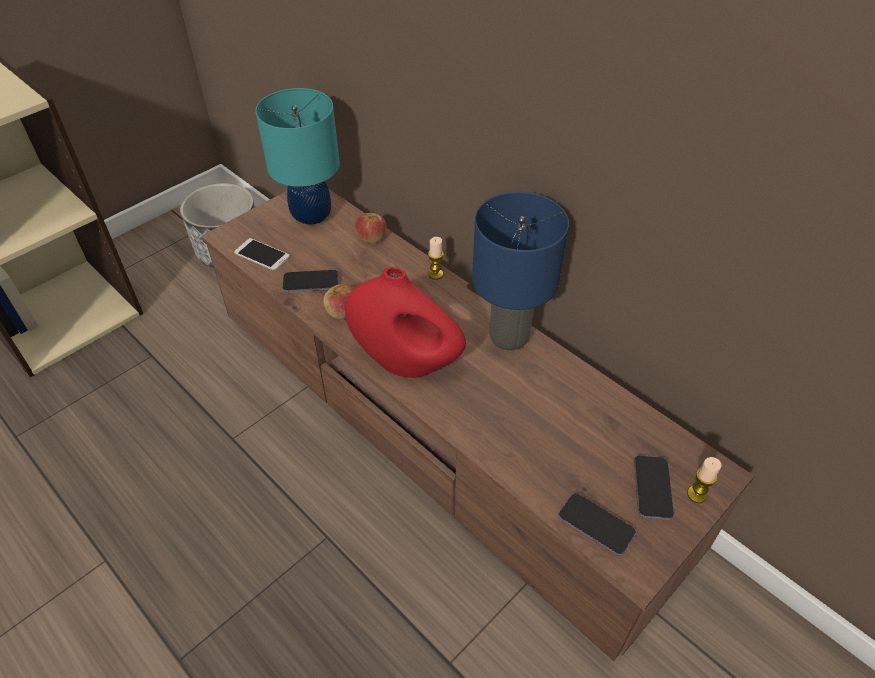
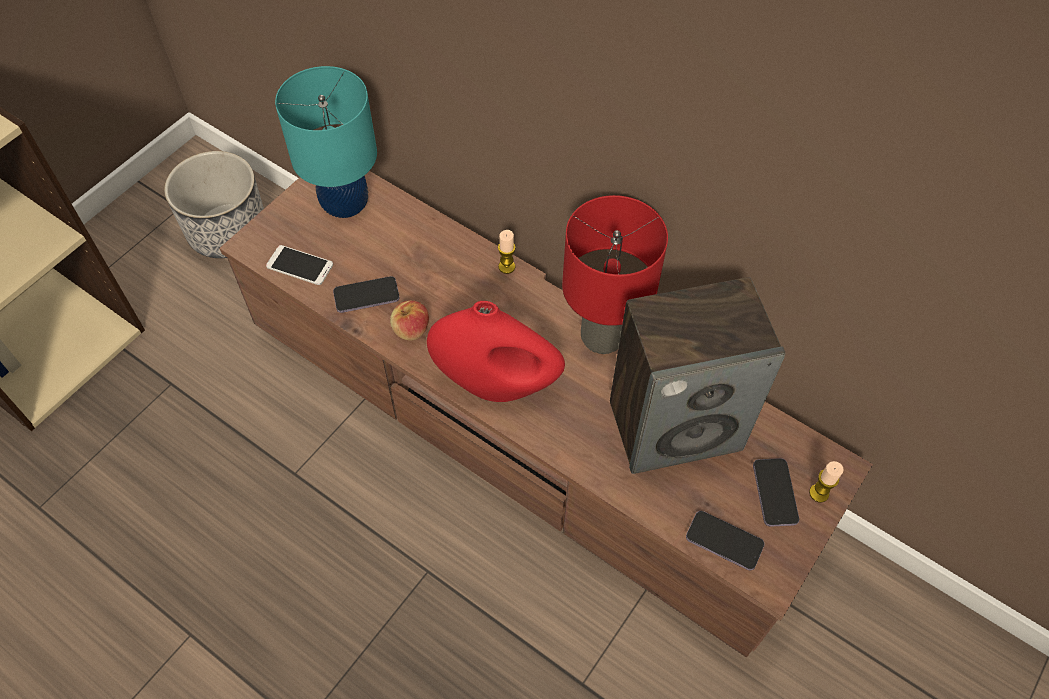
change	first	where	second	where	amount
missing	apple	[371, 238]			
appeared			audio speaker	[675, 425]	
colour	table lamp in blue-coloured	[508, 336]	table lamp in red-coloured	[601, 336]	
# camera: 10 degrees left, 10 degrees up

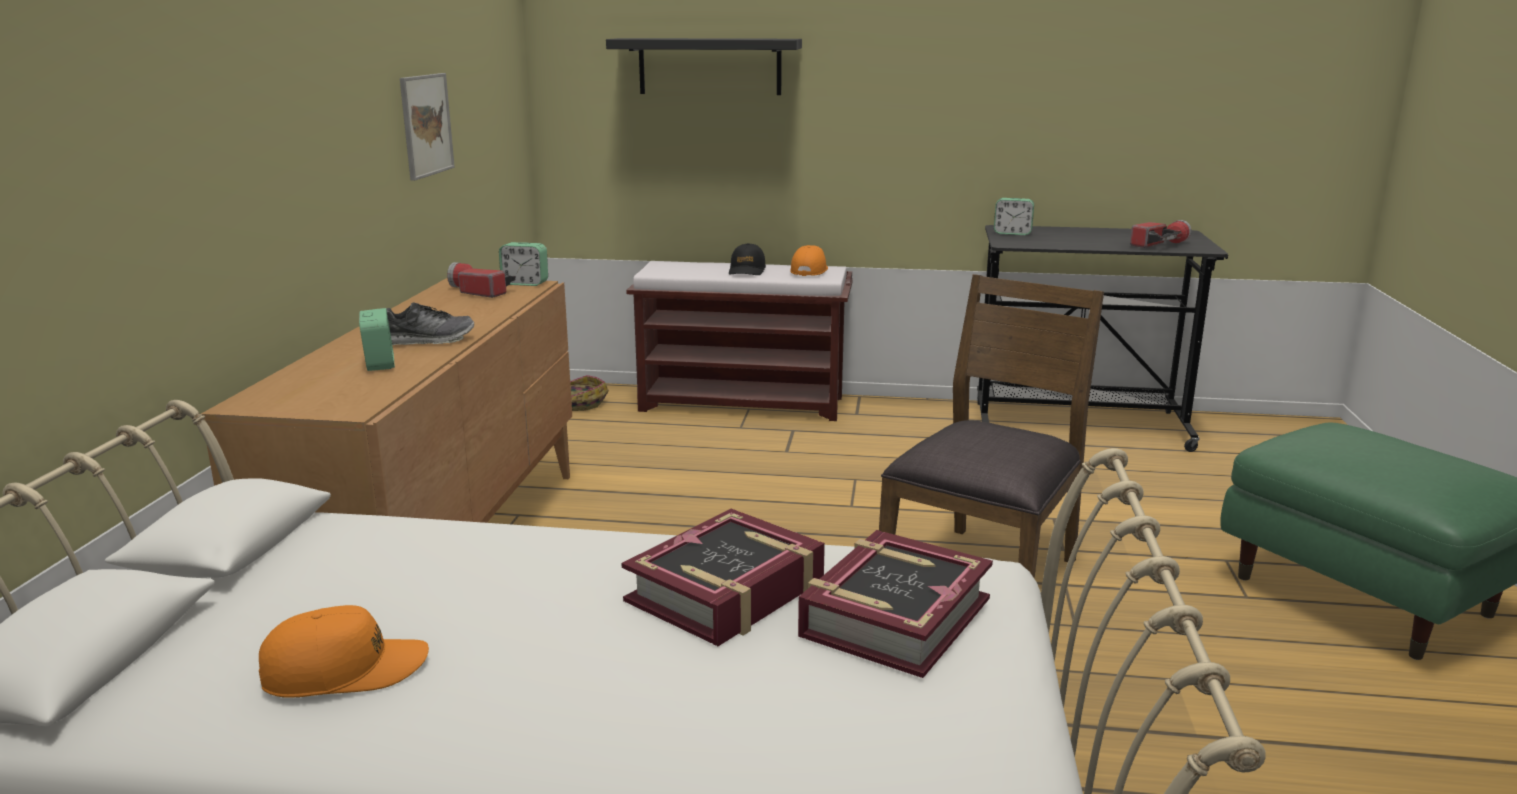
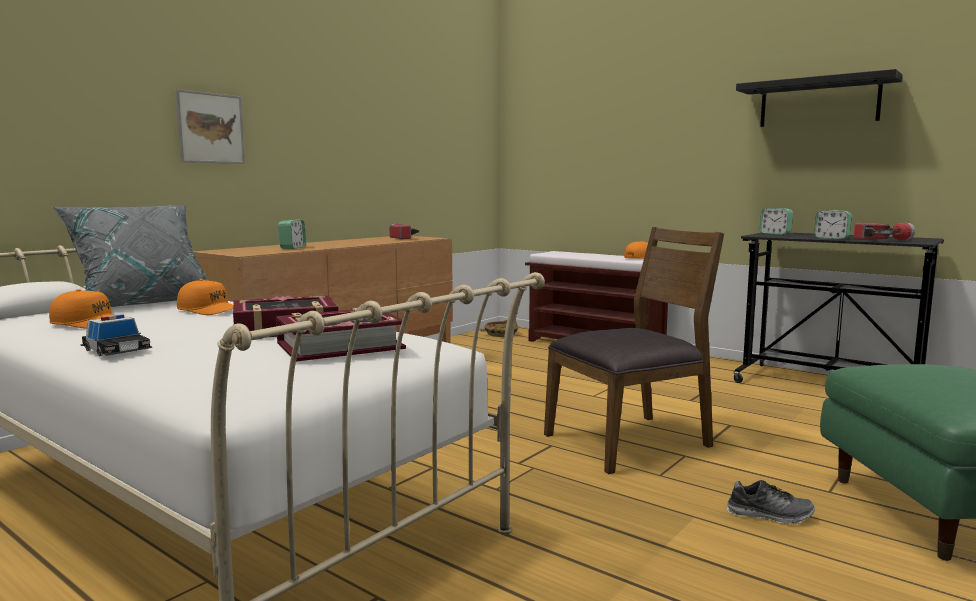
change	first	where	second	where	amount
missing	cap in blackish	[747, 270]			
appeared			pillow in grey	[143, 302]	
appeared			model car	[116, 350]	
appeared			cap in orange	[209, 310]	
relocated	shoe	[428, 341]		[769, 515]	
relocated	wall art	[426, 125]		[210, 128]	
relocated	alarm clock	[525, 283]		[831, 238]	
relocated	shelf in blackish	[710, 66]		[818, 102]	
# camera: 30 degrees right, 10 degrees down

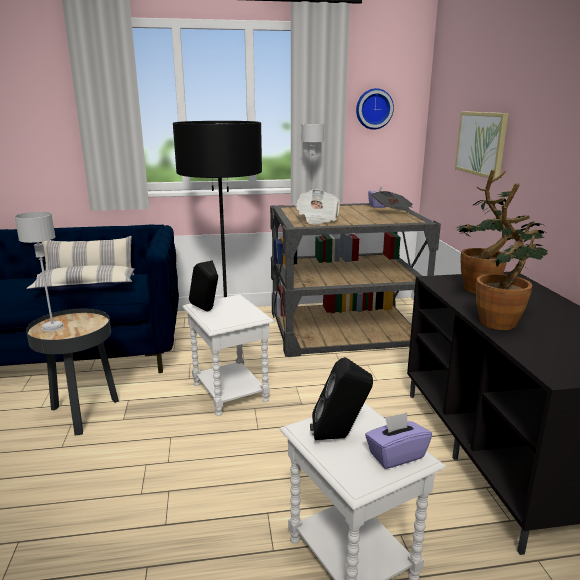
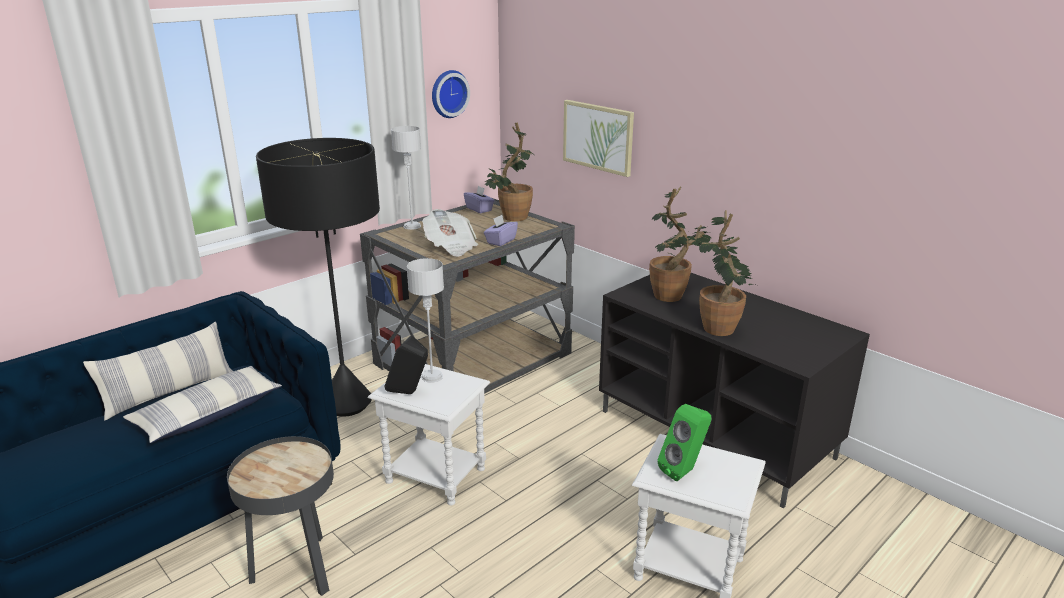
change	first	where	second	where	amount
relocated	table lamp in grey	[53, 327]		[432, 376]	
relocated	box of tissues in purplish	[396, 455]		[500, 241]	
exchanged	daily paper	[392, 213]	plant in a pot	[510, 219]	
colour	audio speaker in blackish	[339, 437]	audio speaker in greenish	[684, 471]	
# camera: 35 degrees left, 5 degrees up

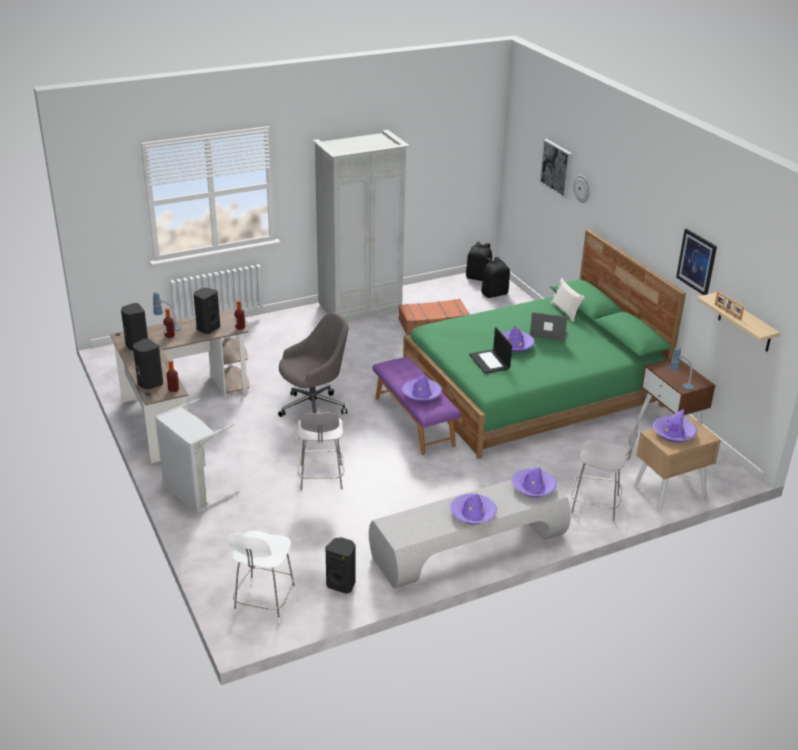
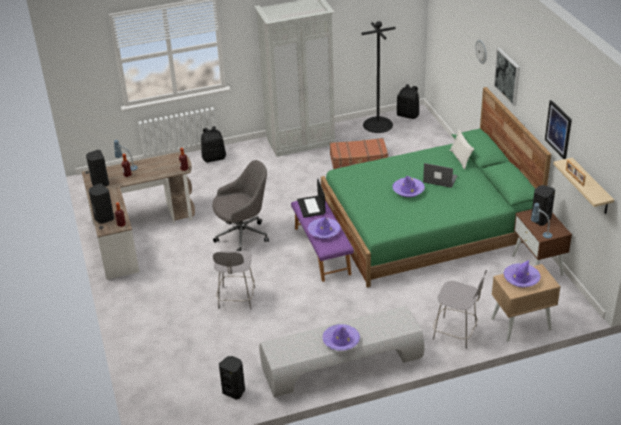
change	first	where	second	where	amount
missing	hamper in grey	[194, 492]			
missing	chair in white-coloured	[264, 603]			
missing	clothing hat in purplish	[533, 487]			
appeared			garment stand in blackish	[378, 125]	
relocated	audio speaker in blackish	[207, 328]		[540, 219]	
relocated	notebook computer	[490, 362]		[311, 207]	
relocated	backpack in blackish	[494, 293]		[214, 158]	
relocated	wall art	[556, 168]		[507, 76]	
# camera: 10 degrees right, 5 degrees up

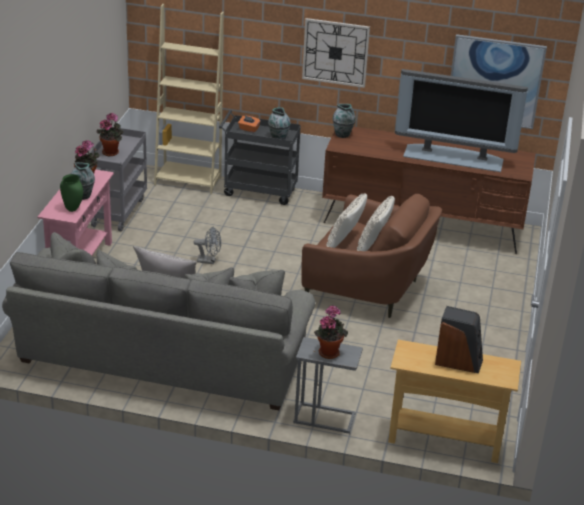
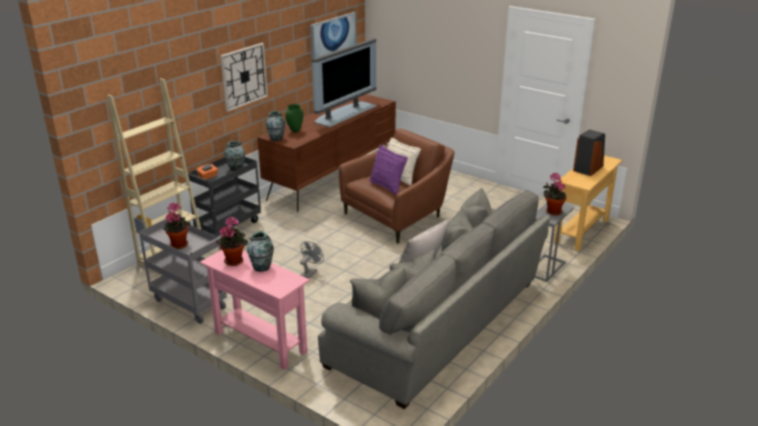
change	first	where	second	where	amount
relocated	vase in greenish	[73, 209]		[295, 131]	
colour	pillow in beige-coloured	[345, 242]	pillow in purplish	[388, 187]	
# camera: 65 degrees left, 5 degrees down

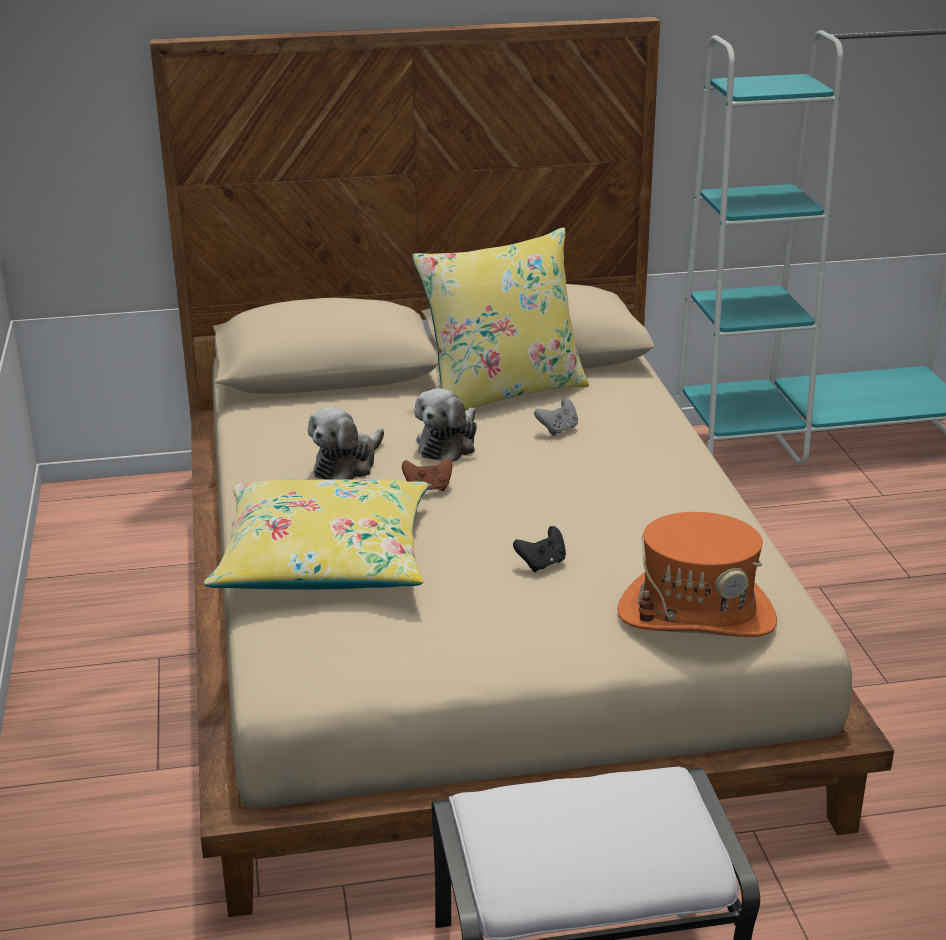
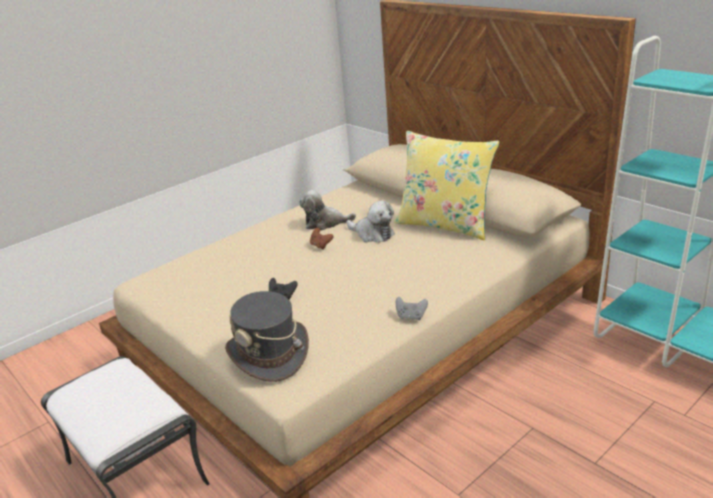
change	first	where	second	where	amount
missing	pillow in yellowish	[324, 559]			
relocated	joypad in grey	[558, 429]		[411, 316]	
colour	clothing hat in orange	[696, 615]	clothing hat in grey	[269, 354]	
spun	cuddly toy	[448, 444]		[372, 234]	135 degrees counterclockwise
# camera: 60 degrees right, 0 degrees up

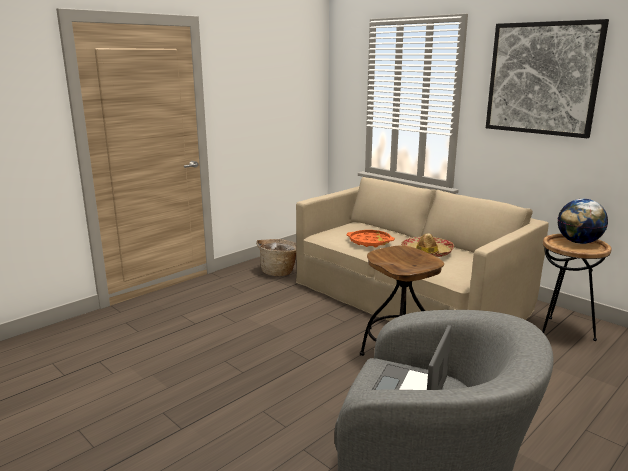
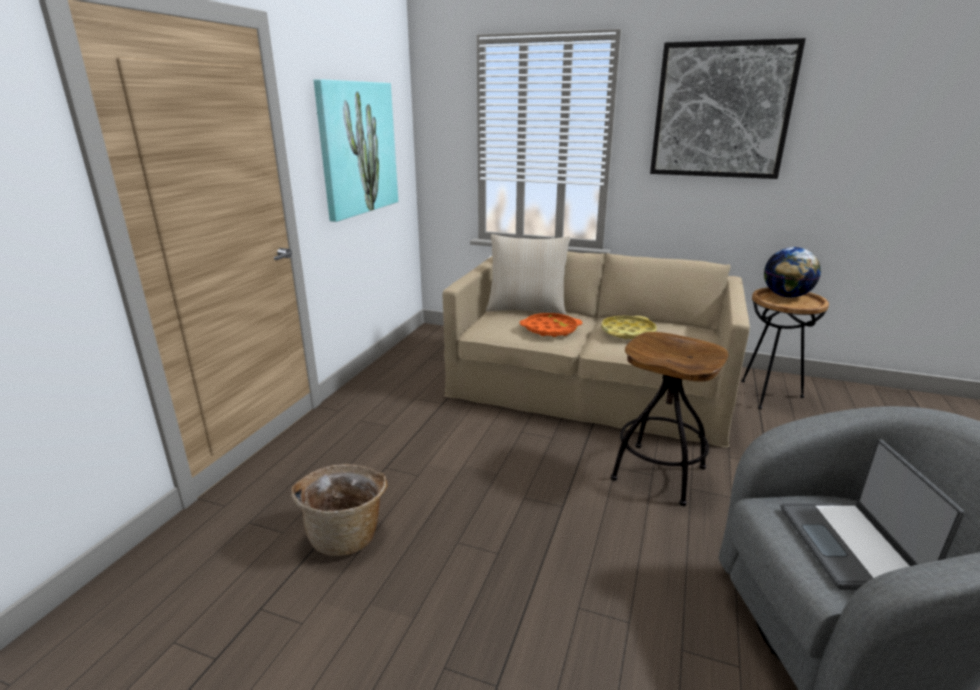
change	first	where	second	where	amount
appeared			wall art	[357, 148]	
appeared			pillow in beige-coloured	[526, 309]	
relocated	storage basket	[279, 272]		[347, 534]	
exchanged	clothing hat	[427, 252]	carrying tray in yellowish	[628, 332]	
# camera: 25 degrees left, 5 degrees up

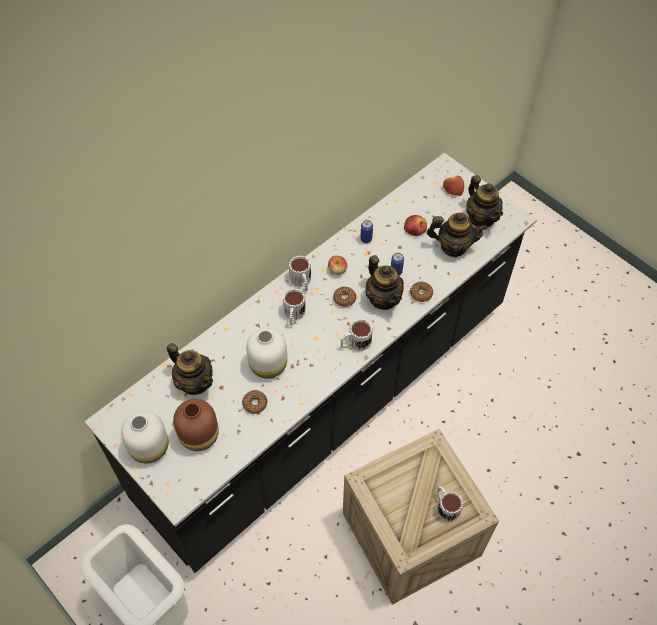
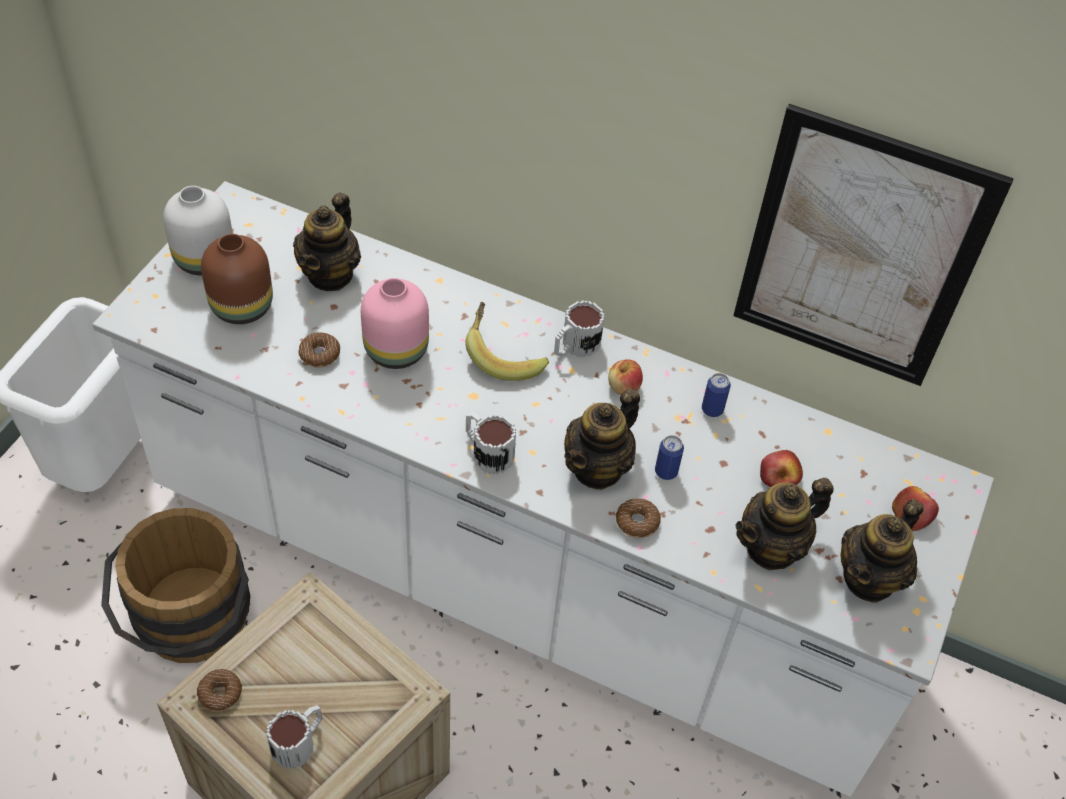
change	first	where	second	where	amount
appeared			bucket in brown-coloured	[191, 626]	
appeared			wall art	[860, 252]	
relocated	donut	[344, 299]		[220, 693]	
exchanged	mug	[293, 315]	banana	[504, 355]	
colour	counter in blackish	[328, 401]	counter in white-coloured	[517, 577]	
colour	vase in white-coloured	[267, 366]	vase in pink	[394, 350]	
spun	pot for tea	[453, 247]		[772, 547]	75 degrees clockwise
# camera: 65 degrees right, 5 degrees down

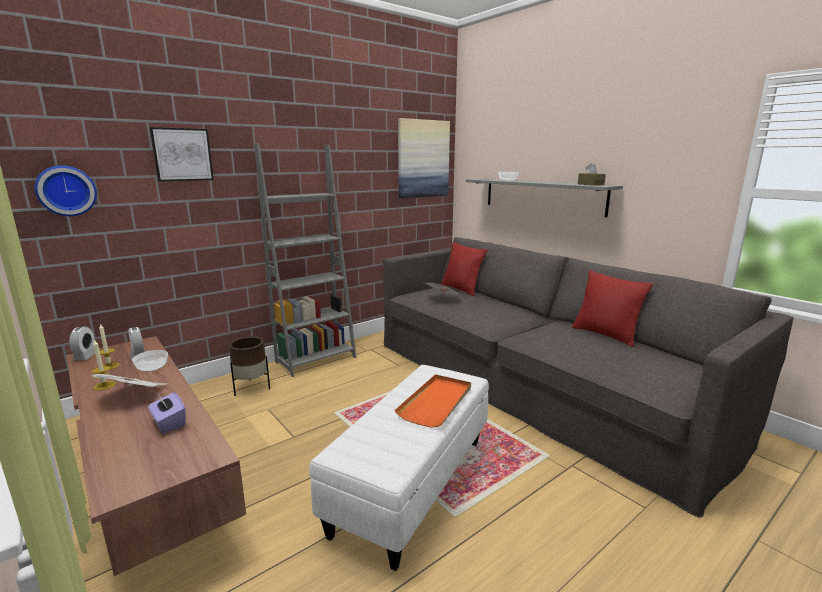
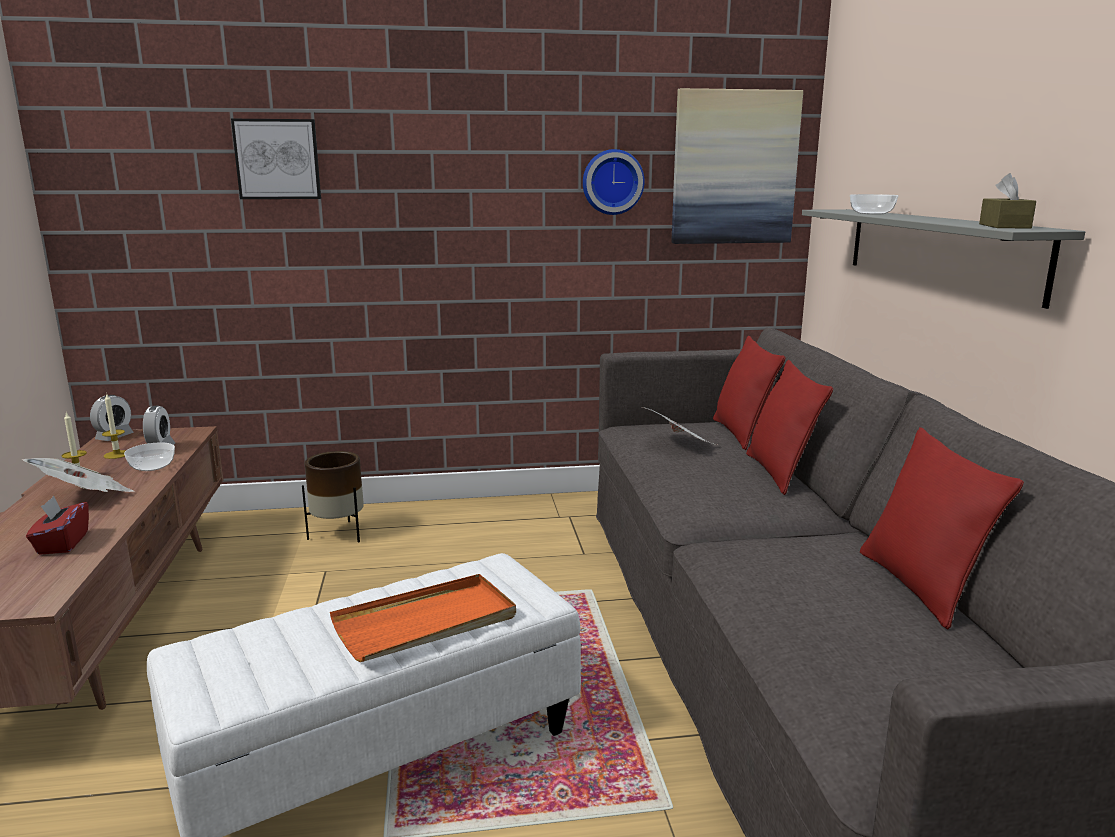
change	first	where	second	where	amount
missing	bookcase in grey	[316, 359]			
appeared			pillow in red-coloured	[779, 473]	
relocated	wall clock	[66, 190]		[612, 182]	
colour	box of tissues in purplish	[169, 423]	box of tissues in red-coloured	[62, 543]	
# camera: 30 degrees right, 0 degrees up

